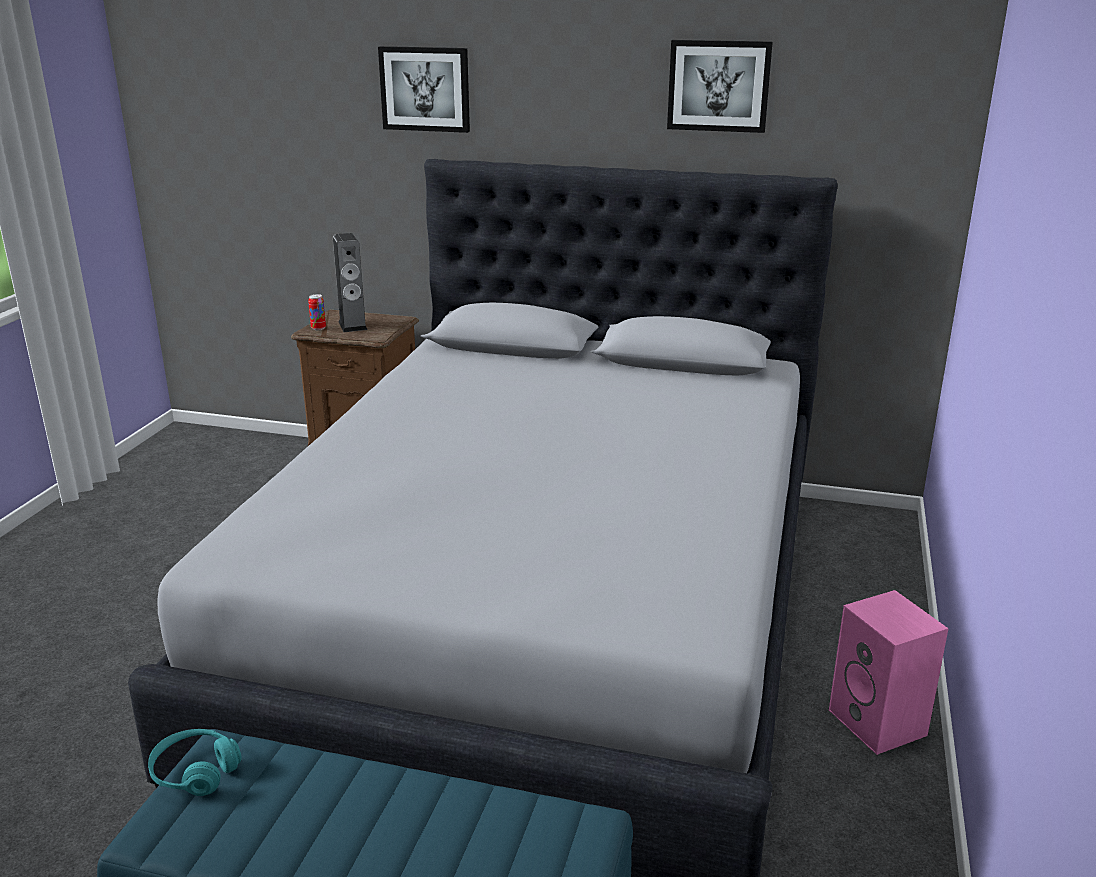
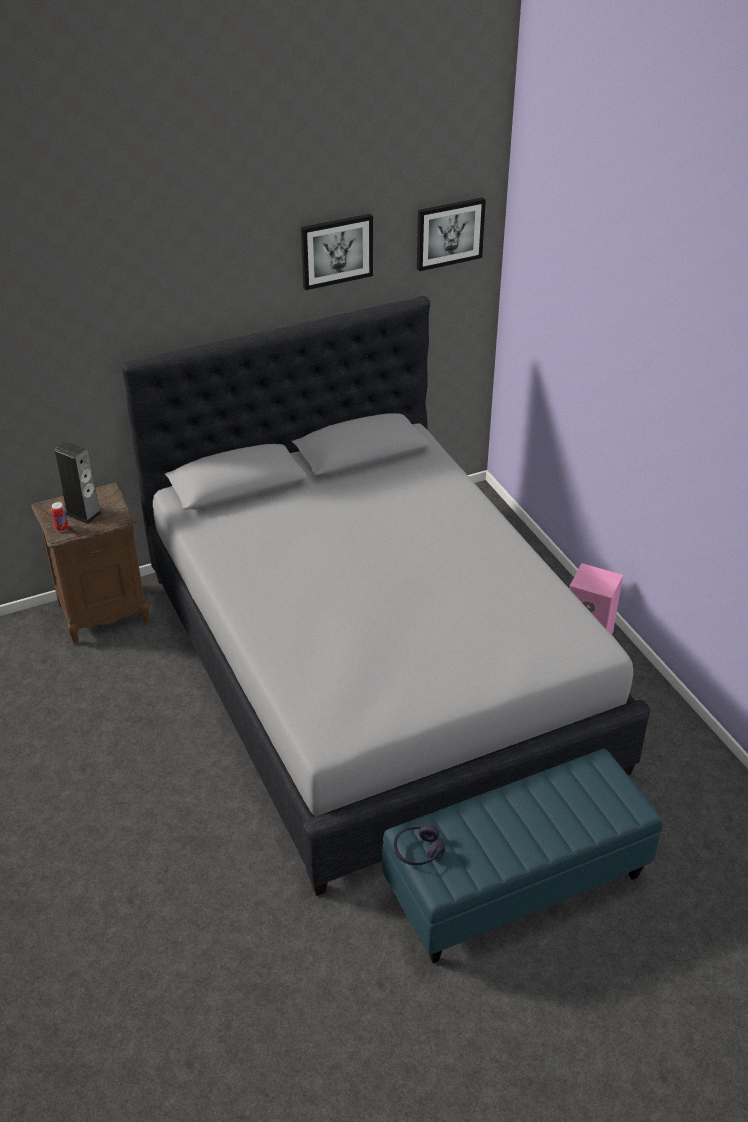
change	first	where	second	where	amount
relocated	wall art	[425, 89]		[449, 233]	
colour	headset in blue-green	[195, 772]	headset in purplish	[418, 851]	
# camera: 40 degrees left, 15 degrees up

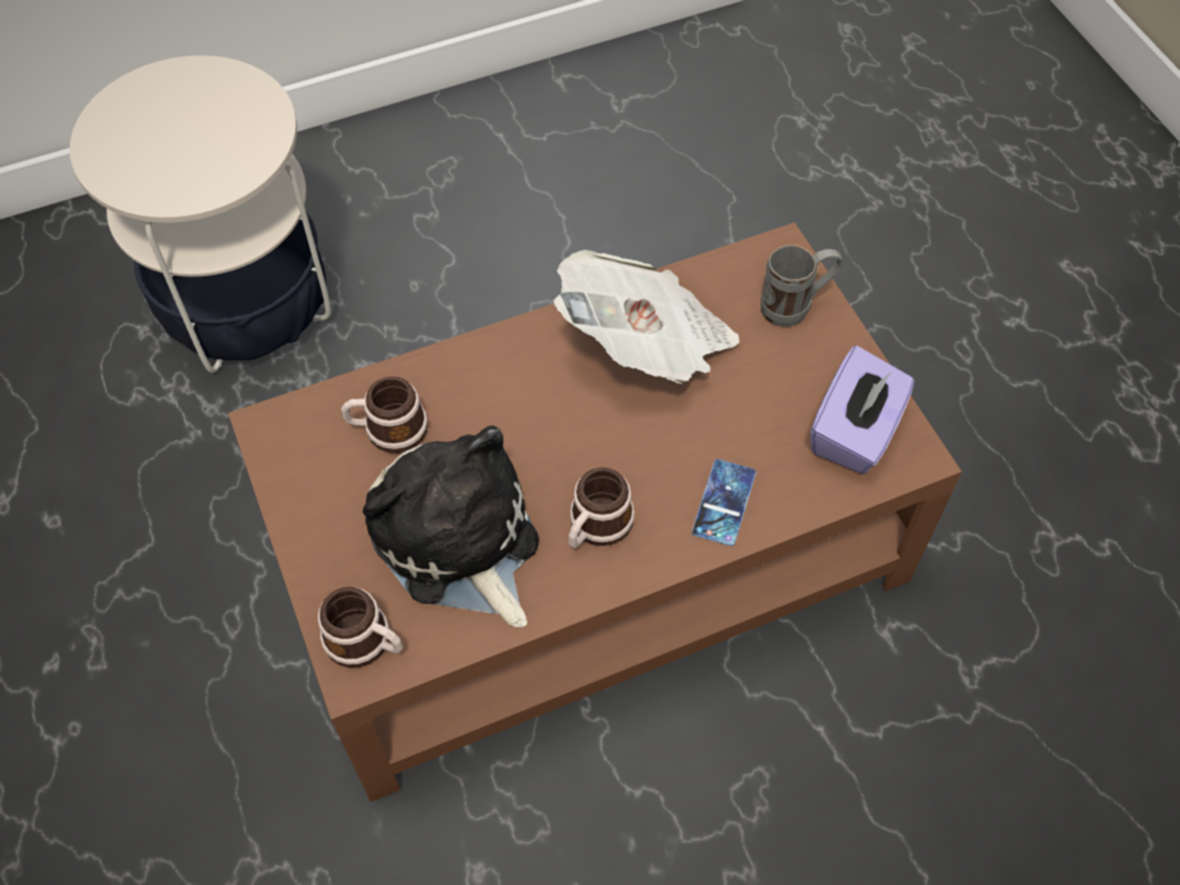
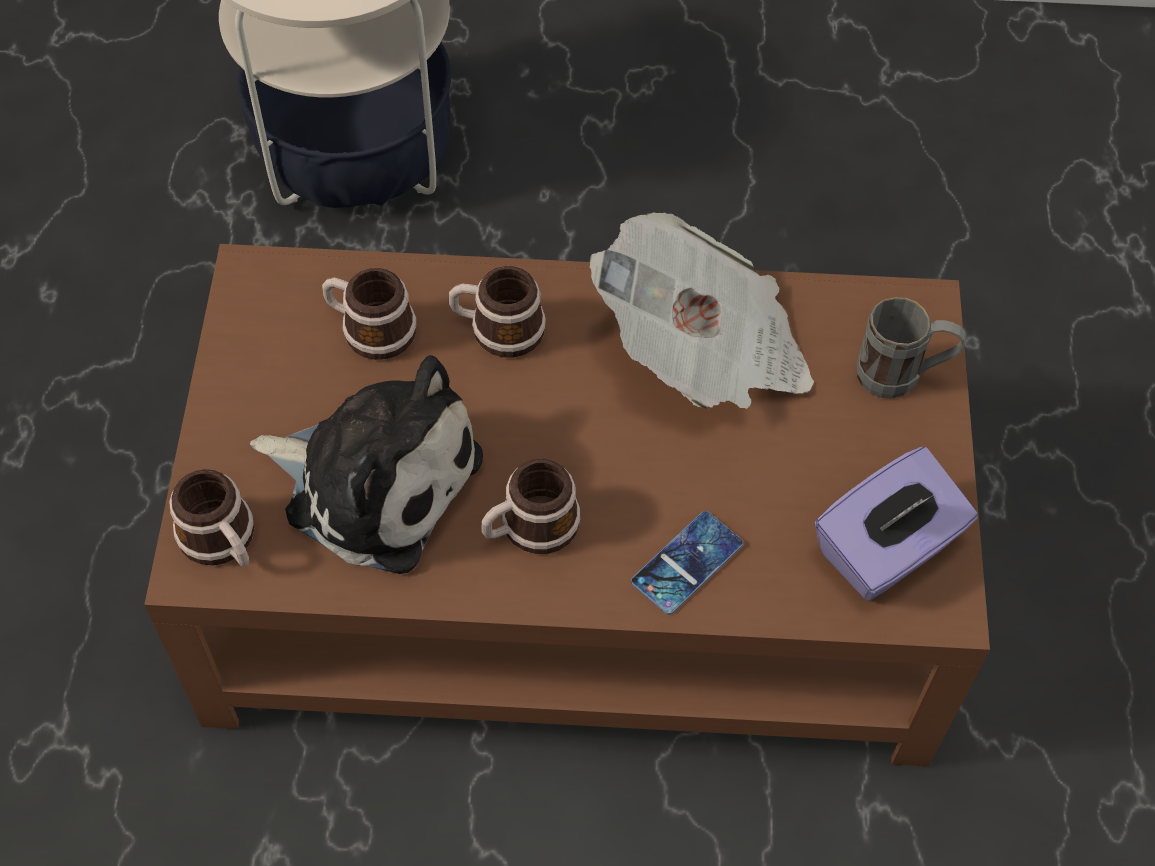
change	first	where	second	where	amount
appeared			mug	[497, 328]	
spun	cuddly toy	[458, 543]		[374, 480]	120 degrees clockwise
# camera: 25 degrees right, 0 degrees up

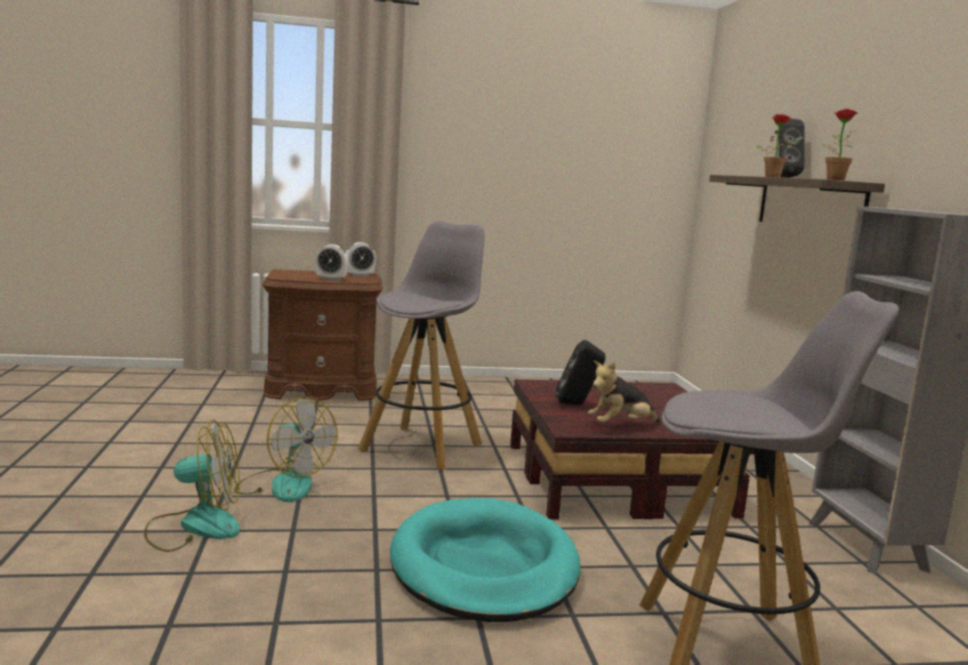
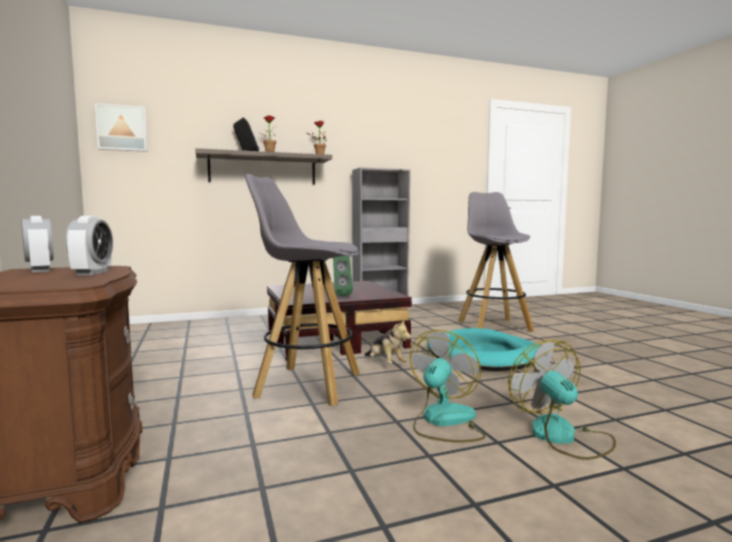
change	first	where	second	where	amount
appeared			wall art	[122, 128]	
relocated	cuddly toy	[620, 426]		[385, 363]	
colour	audio speaker in blackish	[577, 404]	audio speaker in greenish	[341, 295]	
# camera: 100 degrees left, 5 degrees down

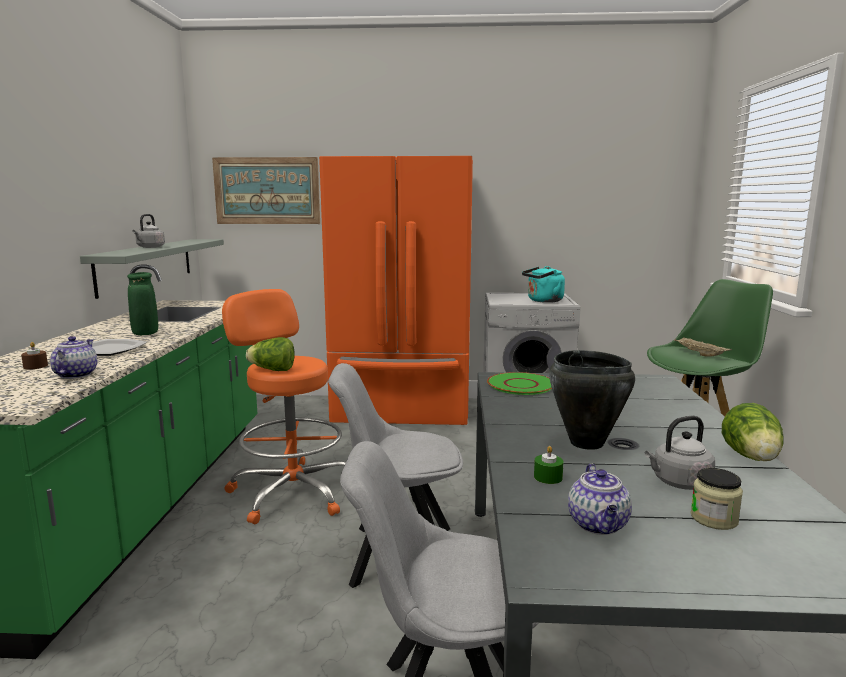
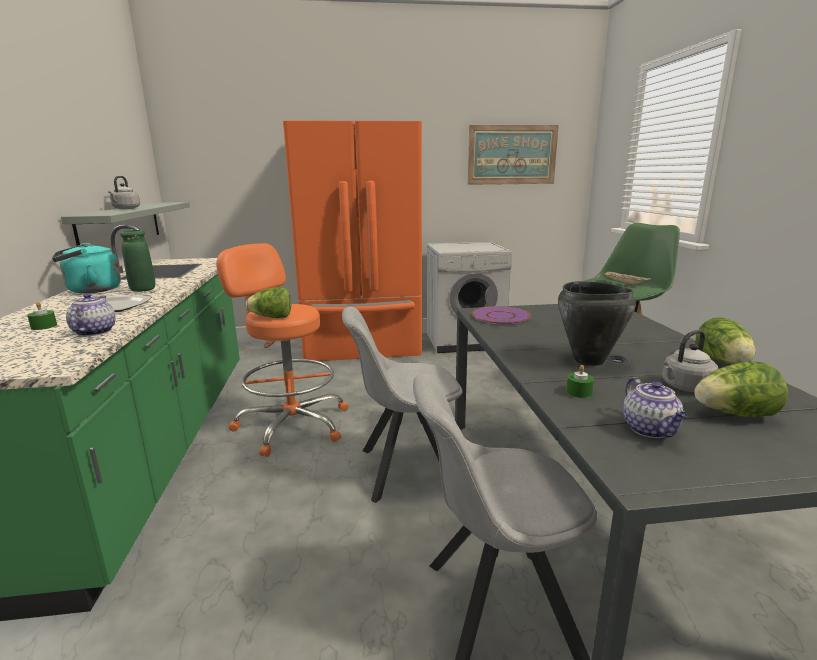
change	first	where	second	where	amount
relocated	wall art	[267, 191]		[512, 155]	
relocated	tea kettle in blue-green	[543, 301]		[90, 290]	
exchanged	storage jar	[714, 519]	head of lettuce	[734, 414]	
colour	wax candle in brown-coloured	[35, 366]	wax candle in greenish	[44, 326]	
colour	plate in greenish	[521, 385]	plate in purplish	[501, 316]	
# camera: 10 degrees left, 5 degrees up

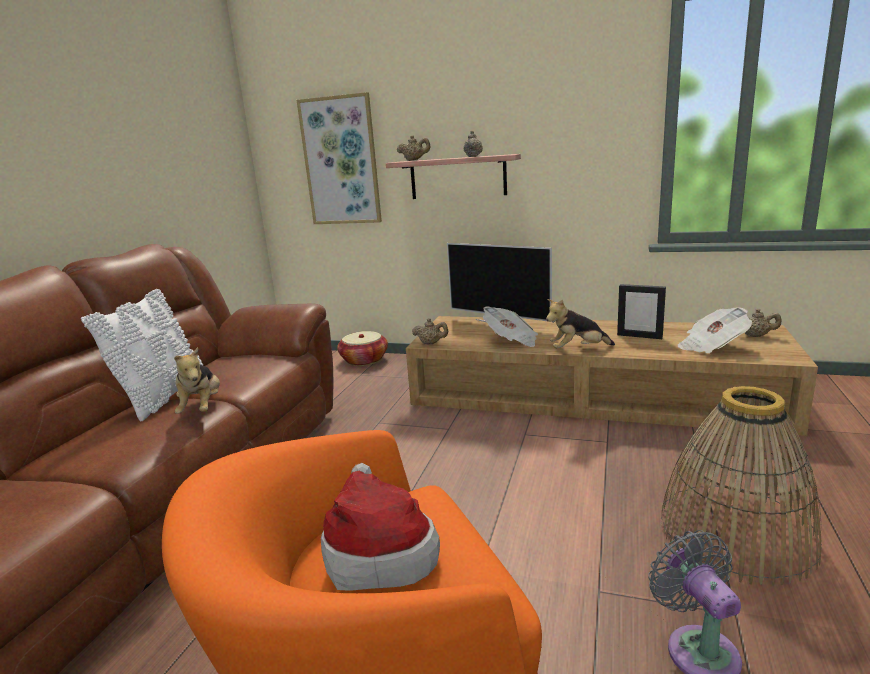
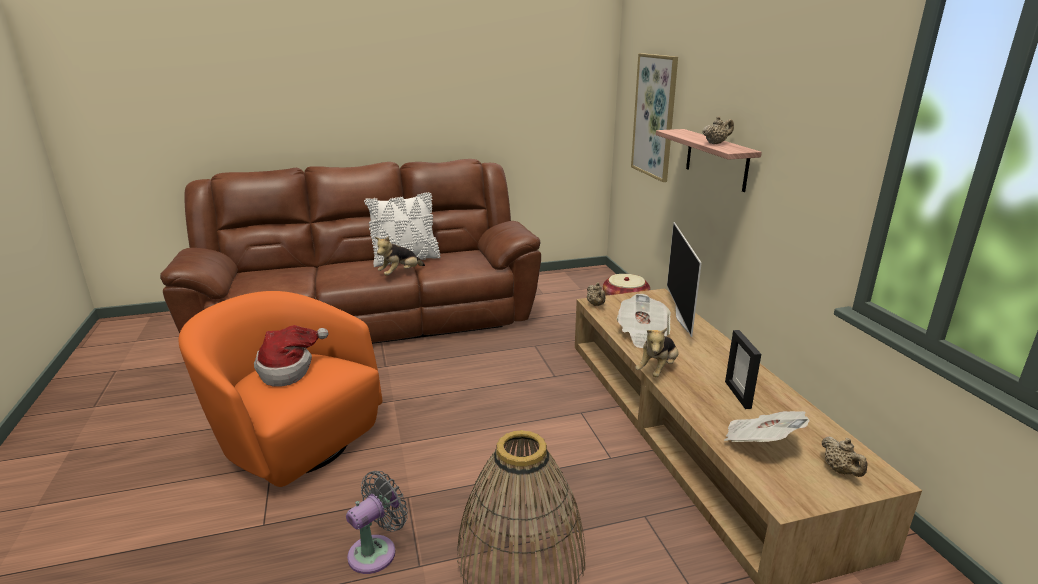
change	first	where	second	where	amount
missing	pot for tea in beige-coloured	[414, 160]			
spun	cuddly toy	[577, 350]		[657, 369]	105 degrees counterclockwise
# camera: 55 degrees right, 5 degrees up

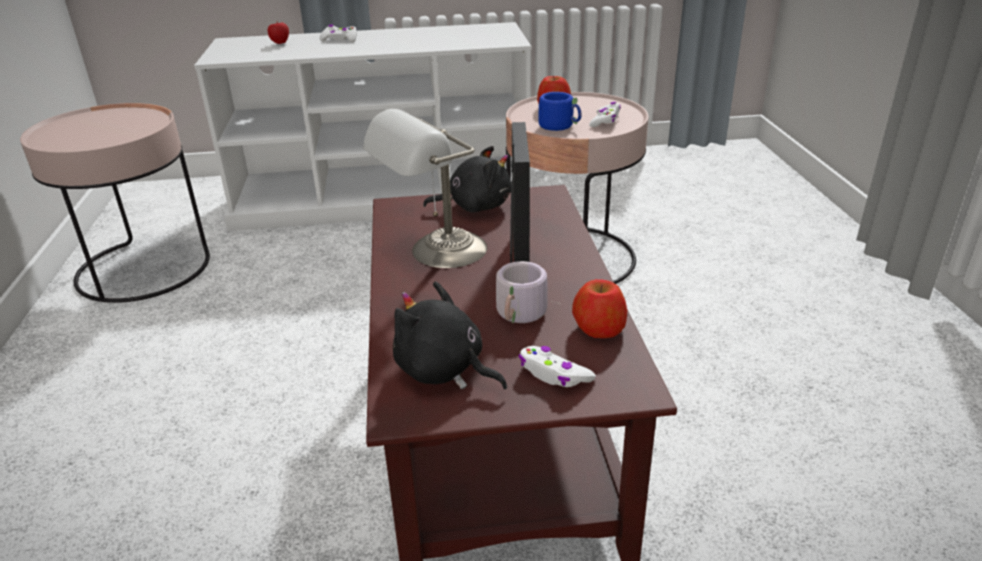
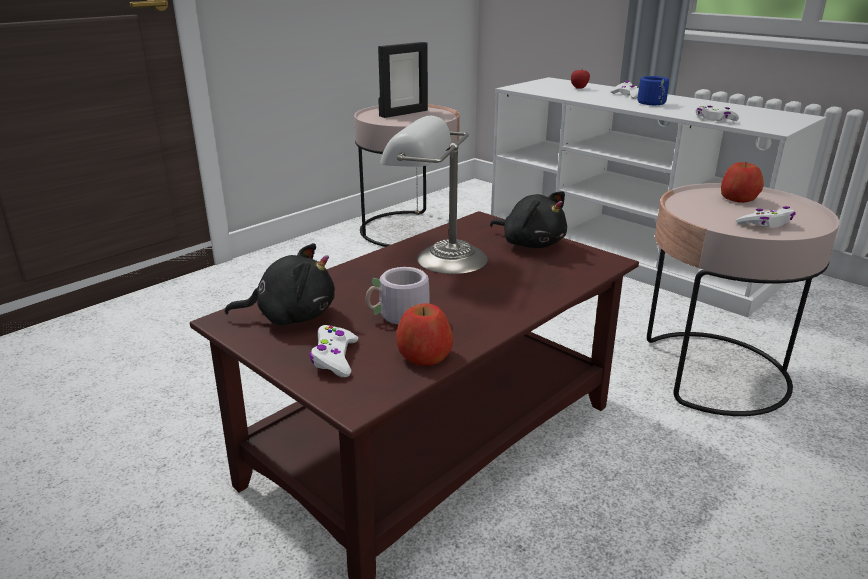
change	first	where	second	where	amount
appeared			joypad in white-coloured	[714, 120]	
relocated	standing frame	[518, 256]		[403, 113]	
relocated	mug in blue-coloured	[560, 126]		[654, 104]	
spun	cuddly toy in blackish	[444, 370]		[291, 316]	90 degrees clockwise
# camera: 50 degrees right, 5 degrees down

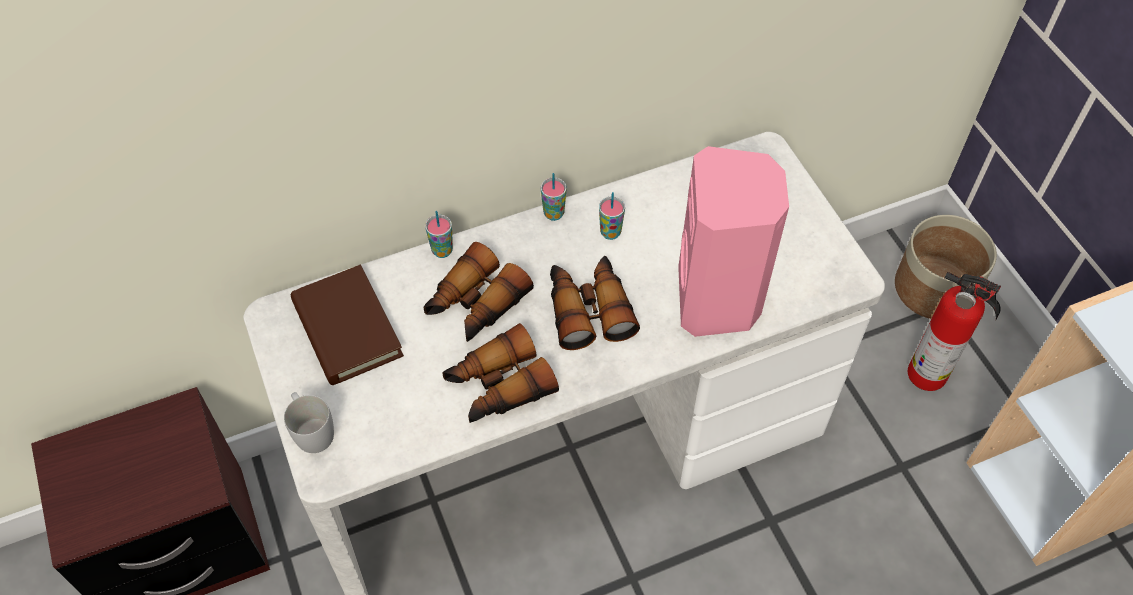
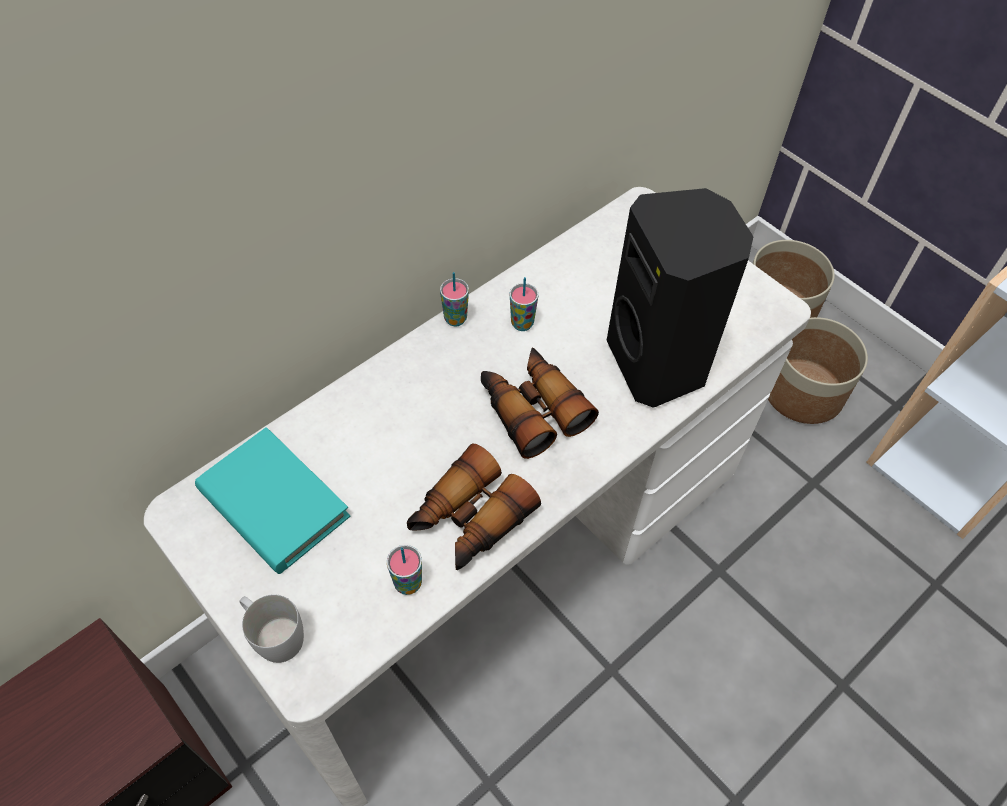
change	first	where	second	where	amount
missing	field glasses	[475, 304]			
relocated	drinking cup	[442, 251]		[408, 583]	
exchanged	extinguisher	[930, 375]	flower pot	[803, 392]	
colour	book in brown-coloured	[347, 328]	book in blue-green	[273, 503]	
colour	audio speaker in pink	[719, 299]	audio speaker in blackish	[659, 363]	
# camera: 20 degrees left, 0 degrees up

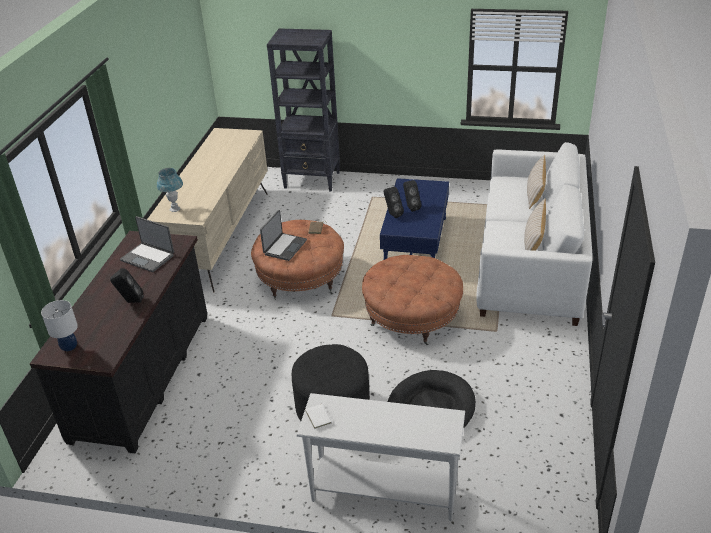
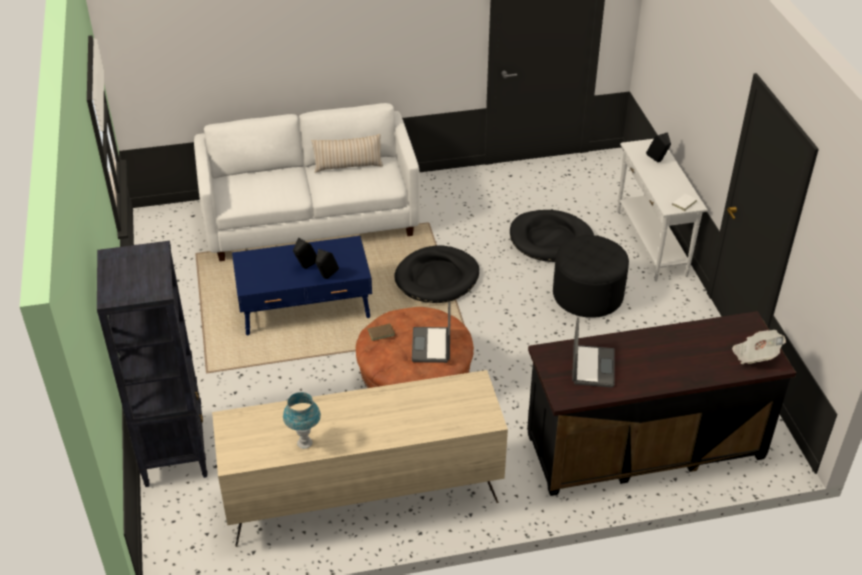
change	first	where	second	where	amount
missing	pillow in beige-coloured	[535, 193]			
relocated	audio speaker in blackish	[130, 302]		[658, 161]	
relocated	table lamp in blue-coloured	[175, 209]		[304, 443]	
exchanged	table lamp in white-coloured	[69, 347]	daily paper	[755, 355]	
exchanged	footrest in brown-coloured	[412, 317]	dog bed in blackish	[437, 278]	
spun	notebook computer	[284, 247]		[432, 345]	90 degrees counterclockwise
# camera: 115 degrees left, 5 degrees up

